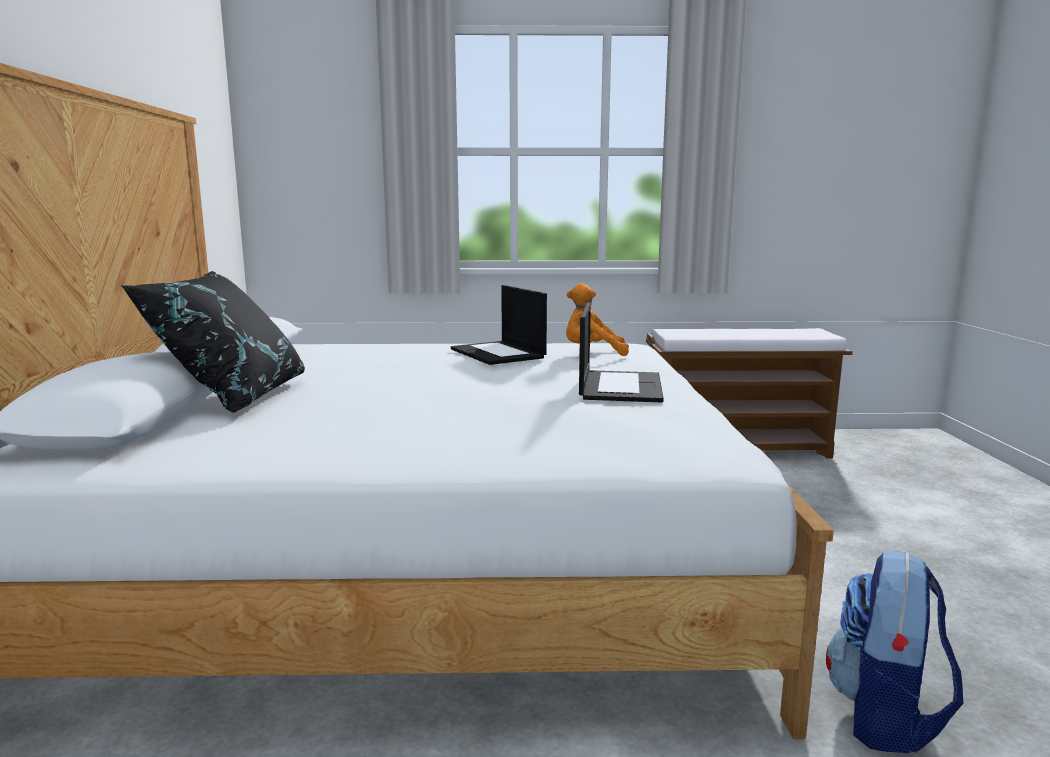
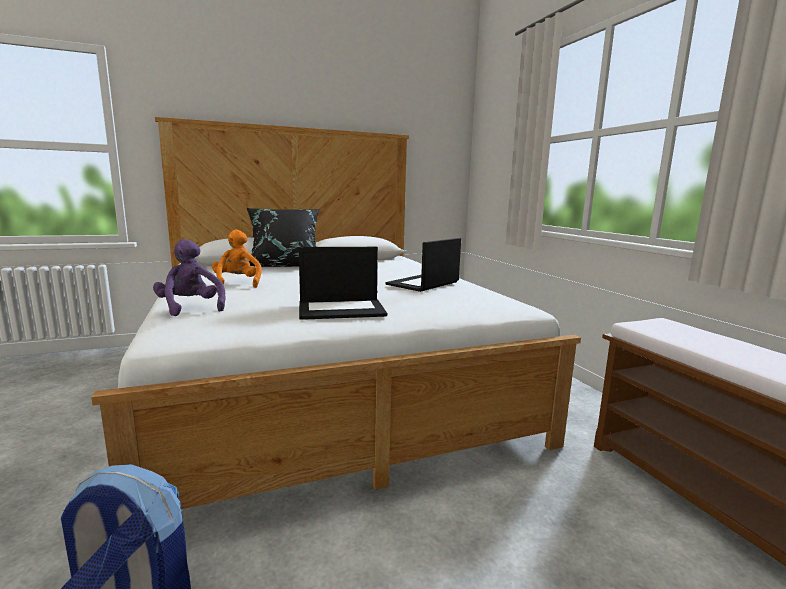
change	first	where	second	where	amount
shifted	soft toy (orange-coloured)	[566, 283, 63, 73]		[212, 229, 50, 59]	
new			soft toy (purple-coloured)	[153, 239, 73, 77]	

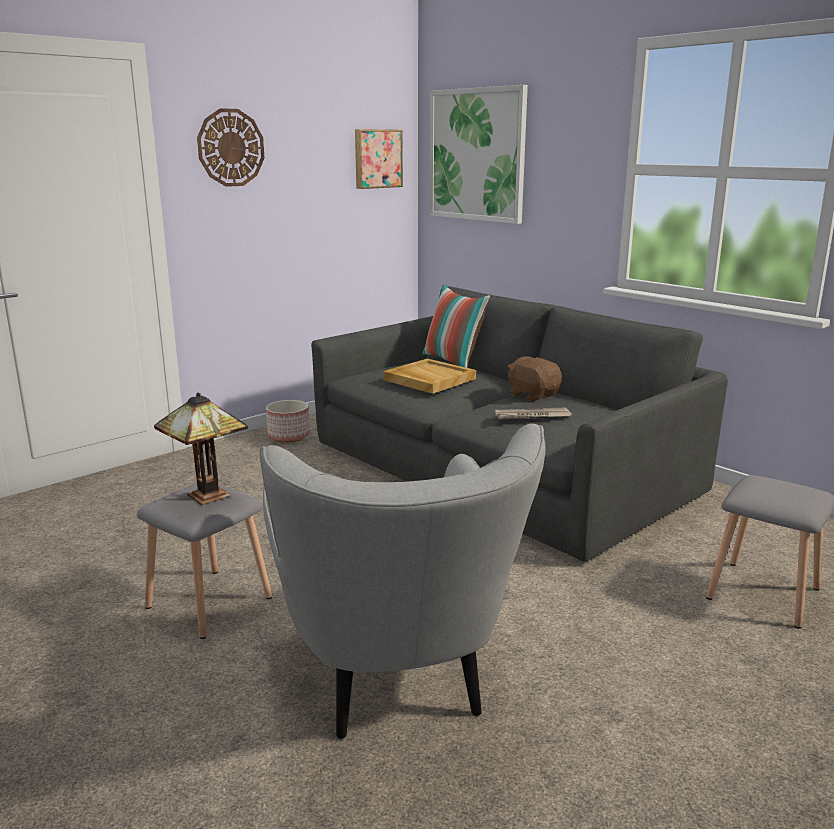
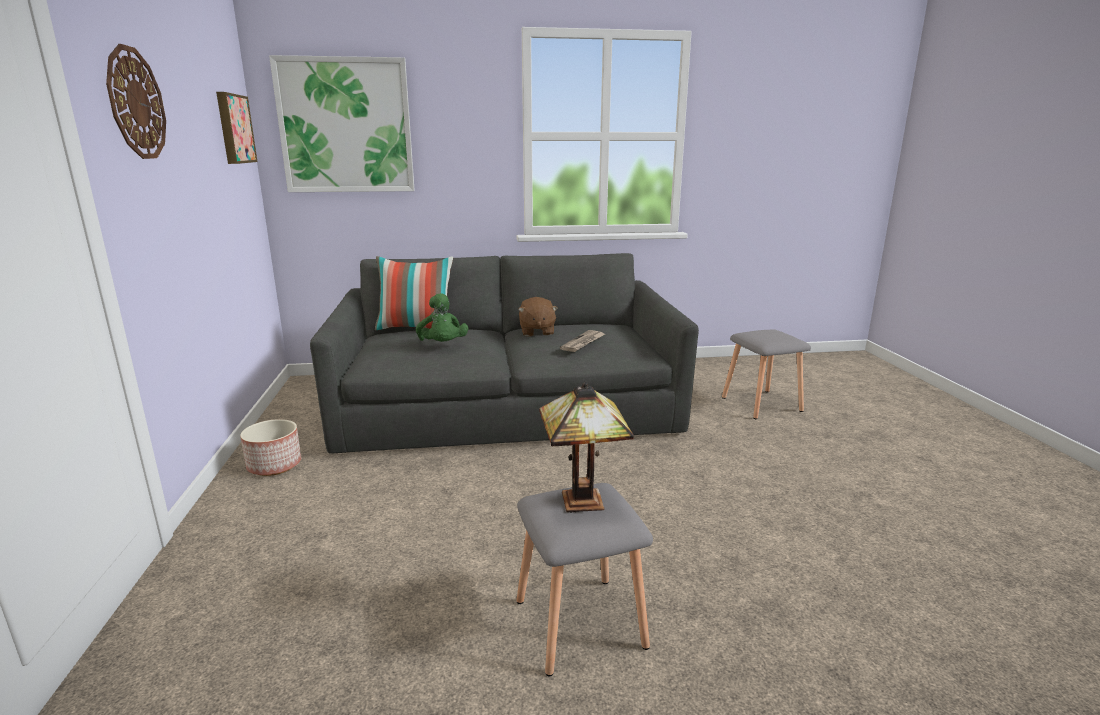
change	first	where	second	where	amount
rotated	soft toy (brownish)	[508, 357, 54, 44]		[518, 297, 40, 39]	90 degrees counterclockwise
swapped	carrying tray (sand-coloured)	[383, 359, 93, 35]	soft toy (green)	[416, 293, 52, 49]	
gone	lounge chair (greyish)	[260, 423, 286, 317]			

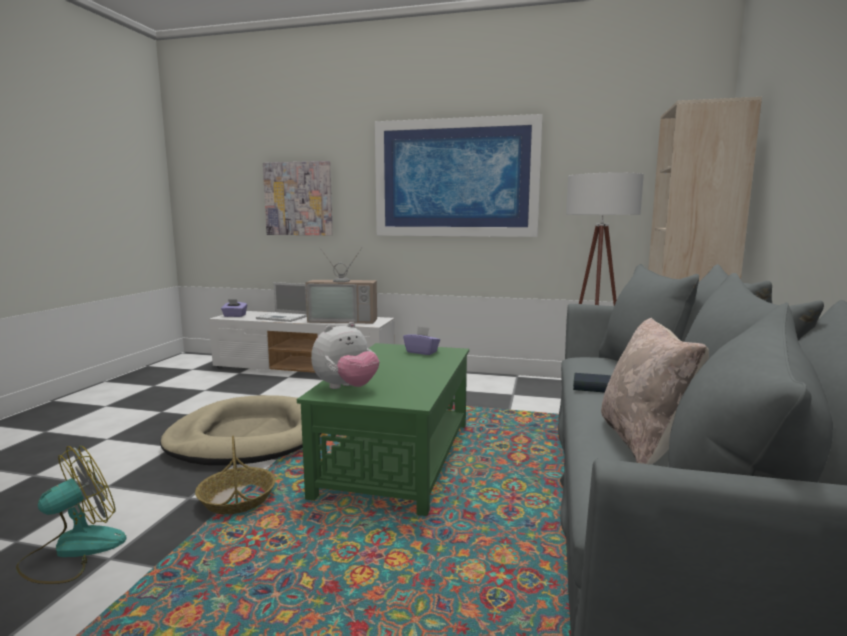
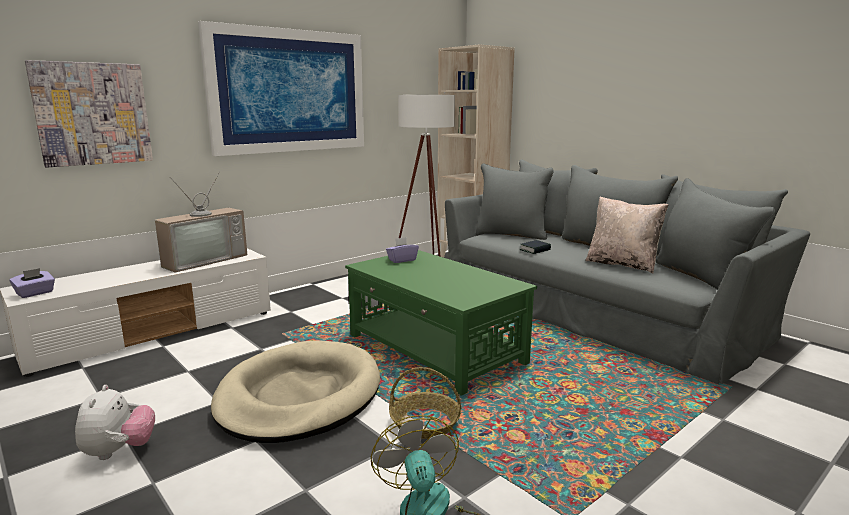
change	first	where	second	where	amount
gone	laptop	[256, 282, 51, 40]			
shifted	soft toy	[311, 322, 68, 67]		[75, 385, 80, 75]	

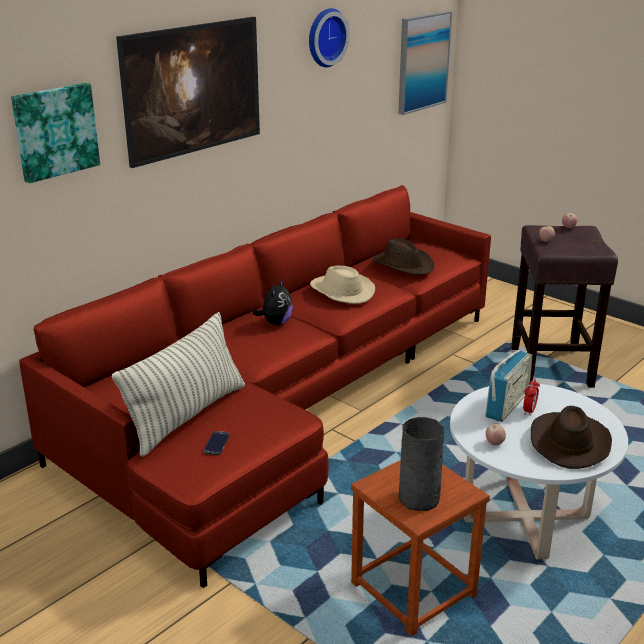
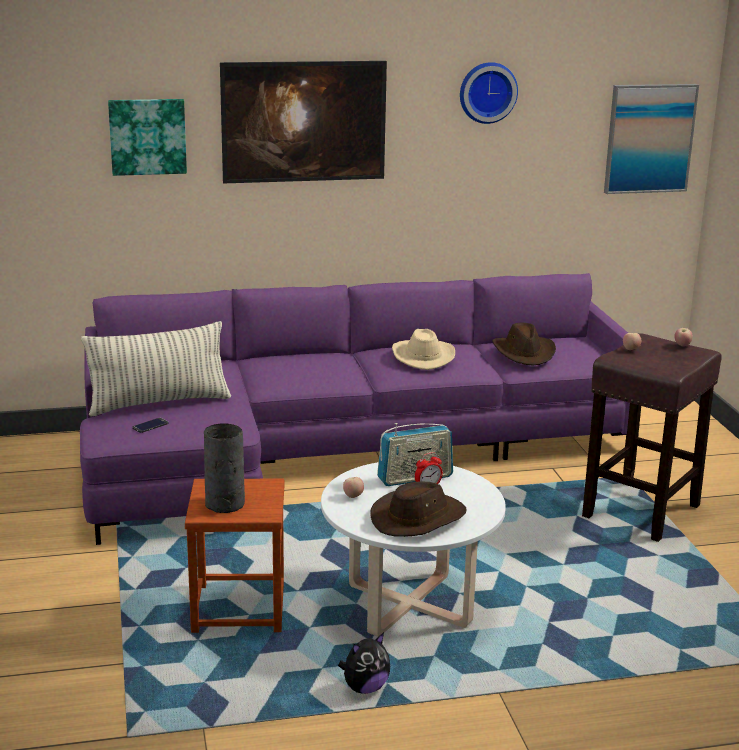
change	first	where	second	where	amount
repainted	settee (red-coloured)	[19, 185, 472, 403]	settee (purple-coloured)	[80, 273, 550, 272]	
shifted	soft toy	[253, 279, 40, 46]		[338, 633, 52, 61]	

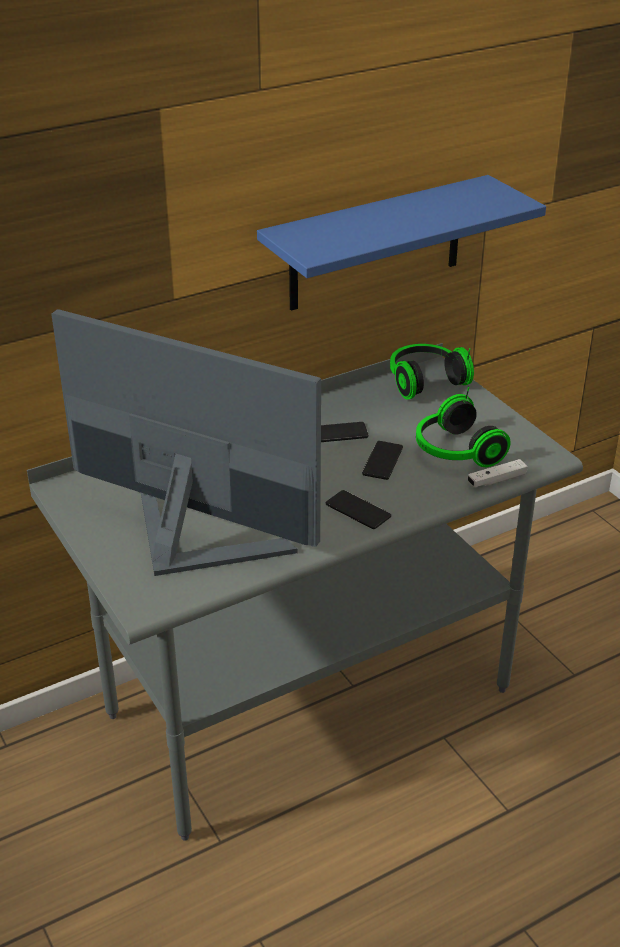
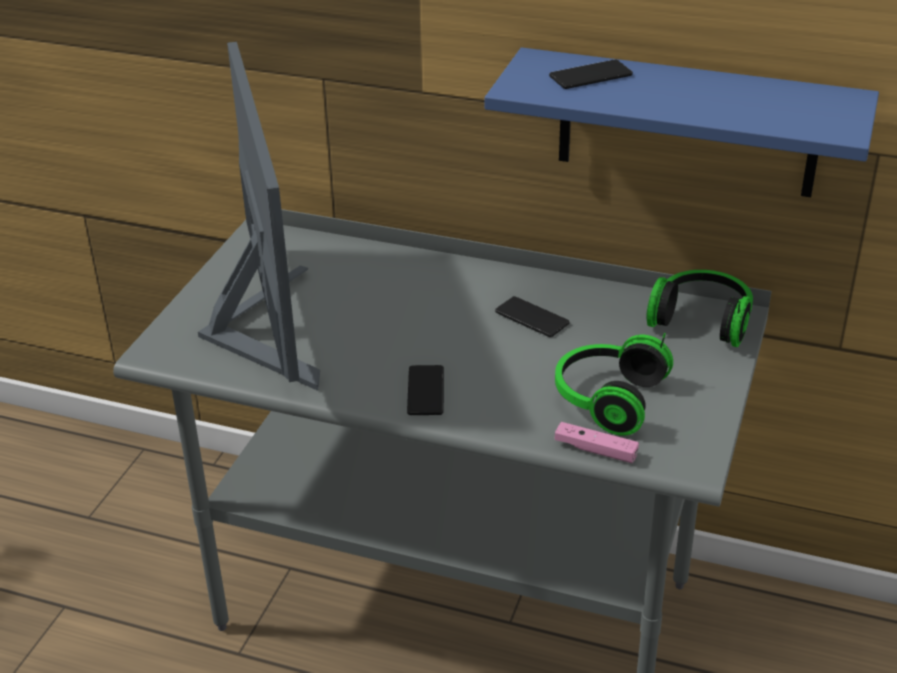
change	first	where	second	where	amount
shifted	telephone	[362, 441, 41, 39]		[549, 59, 84, 30]	
repainted	gamepad (whitish)	[467, 459, 61, 28]	gamepad (pink)	[555, 422, 84, 41]	

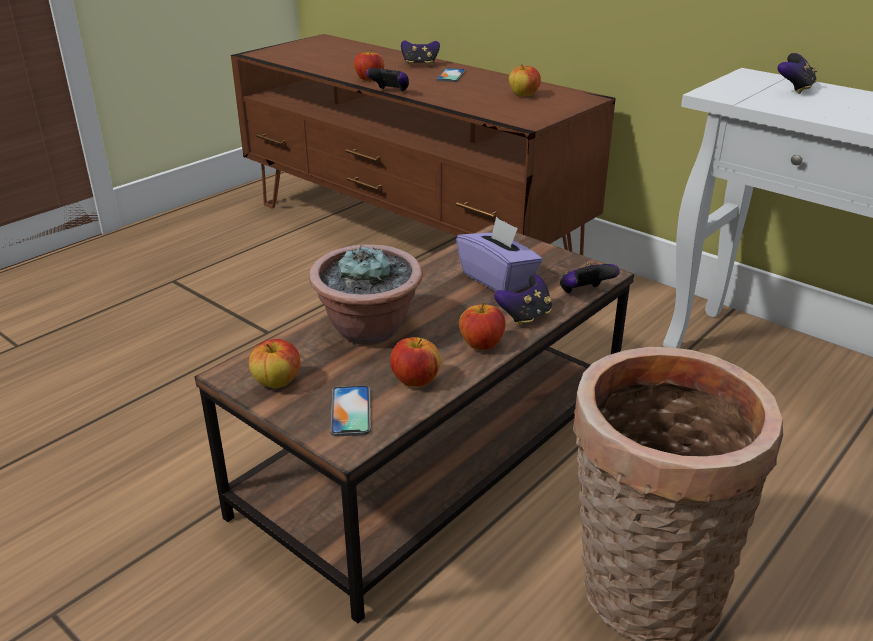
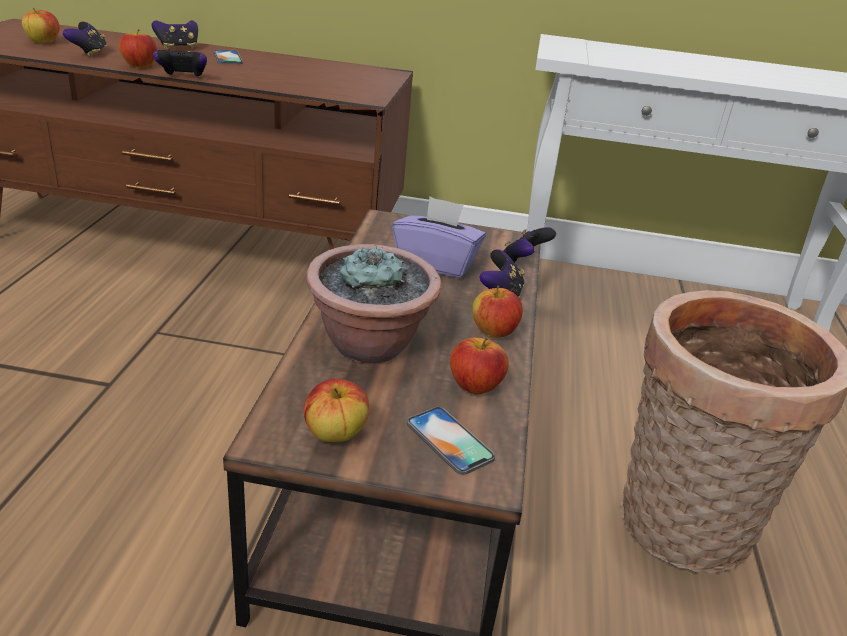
change	first	where	second	where	amount
shifted	gamepad	[777, 53, 40, 41]		[63, 22, 44, 35]	
shifted	apple fruit	[509, 64, 32, 32]		[22, 8, 38, 35]	

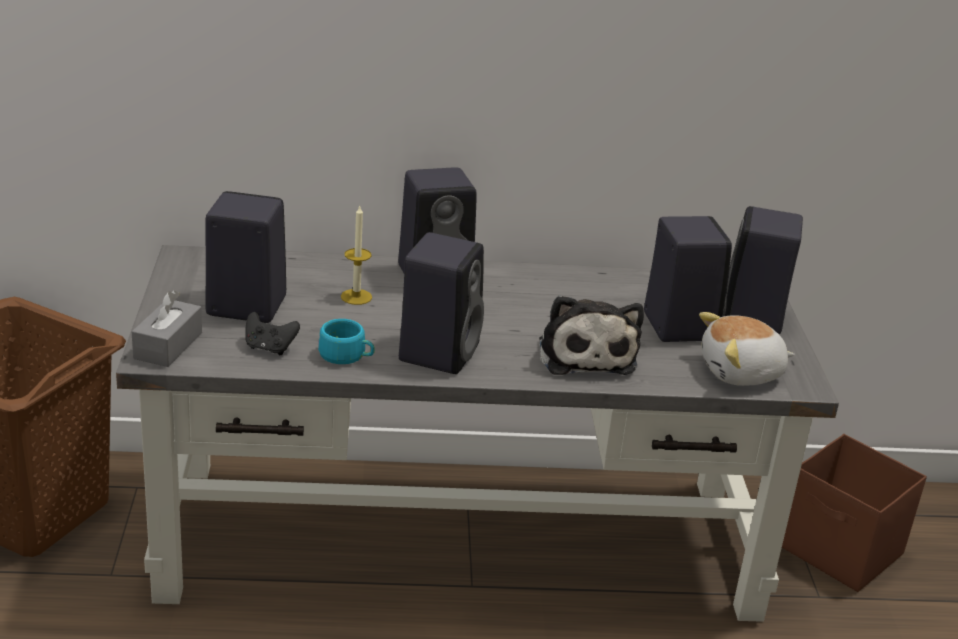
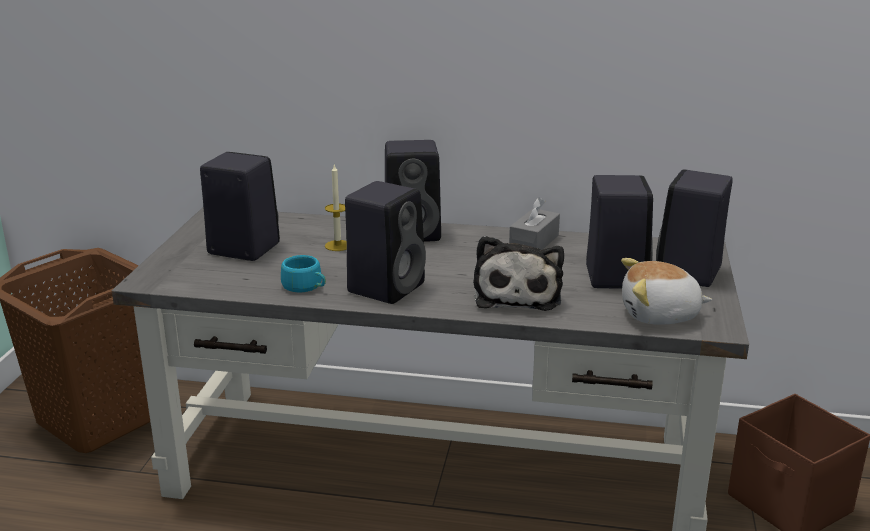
change	first	where	second	where	amount
shifted	box of tissues (greyish)	[132, 290, 70, 77]		[509, 197, 51, 53]	
gone	gamepad (blackish)	[245, 312, 55, 43]			

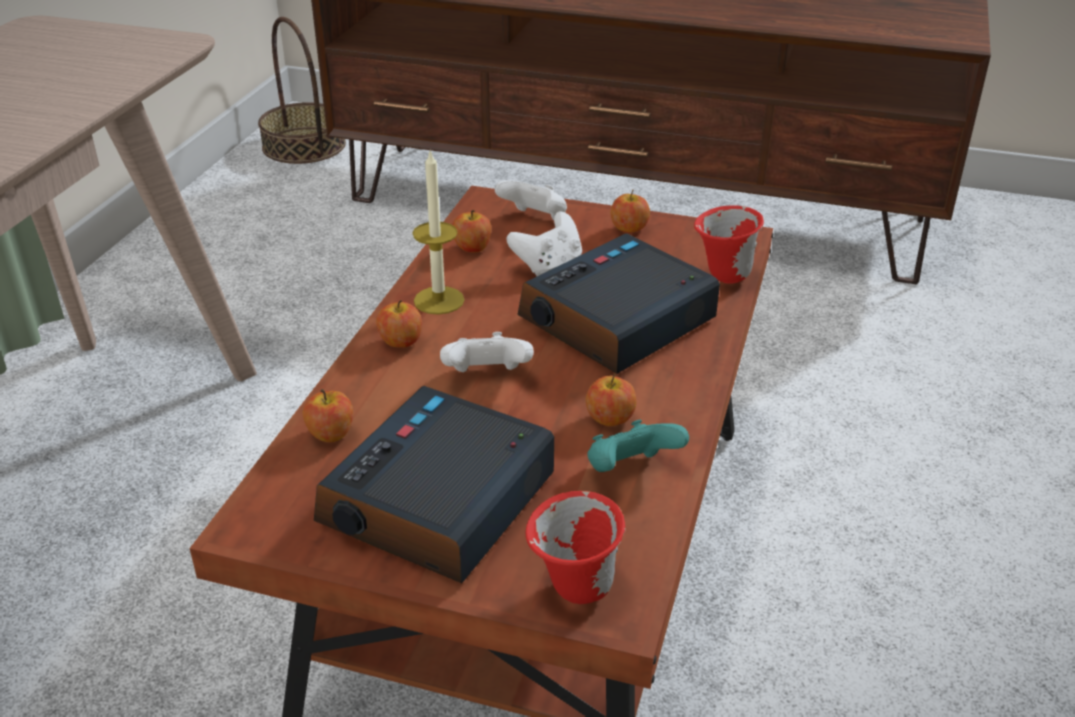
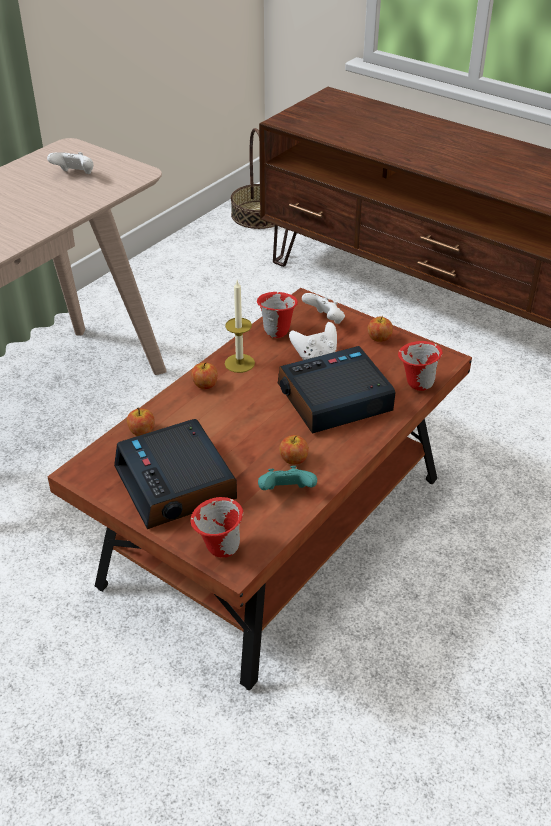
change	first	where	second	where	amount
swapped	apple fruit	[452, 210, 39, 43]	tea mug (red-coloured)	[257, 292, 41, 46]	
shifted	gamepad (whitish)	[440, 332, 94, 40]		[47, 152, 47, 22]	
rotated	bedside clock	[314, 386, 240, 197]		[114, 419, 123, 110]	75 degrees counterclockwise

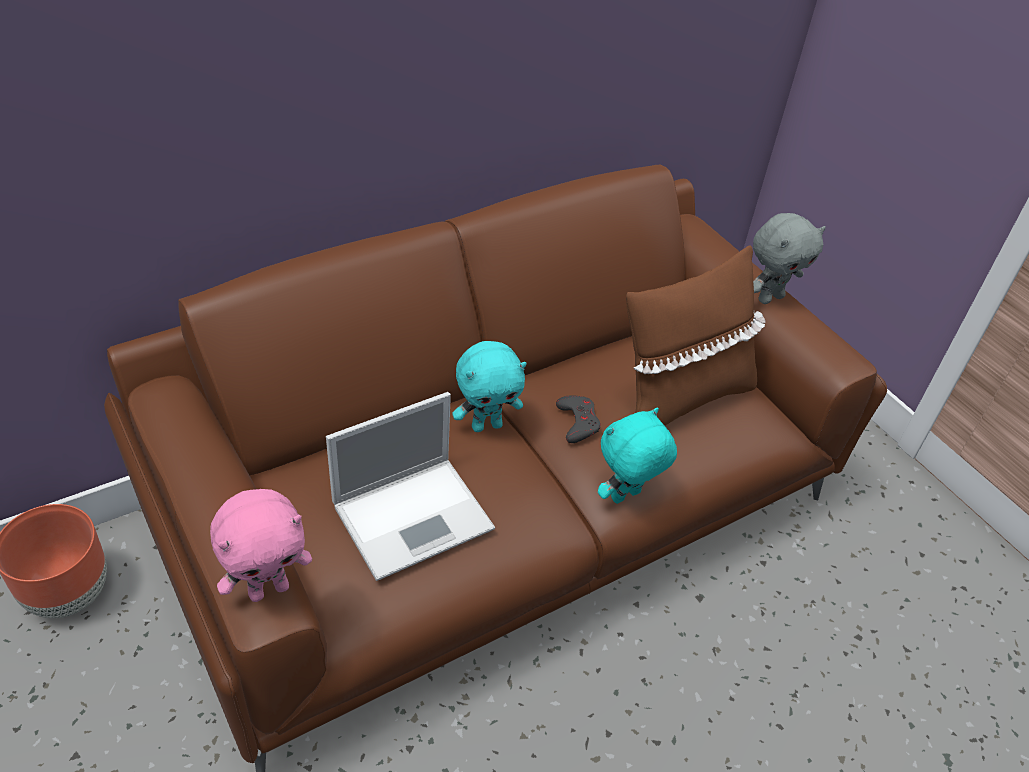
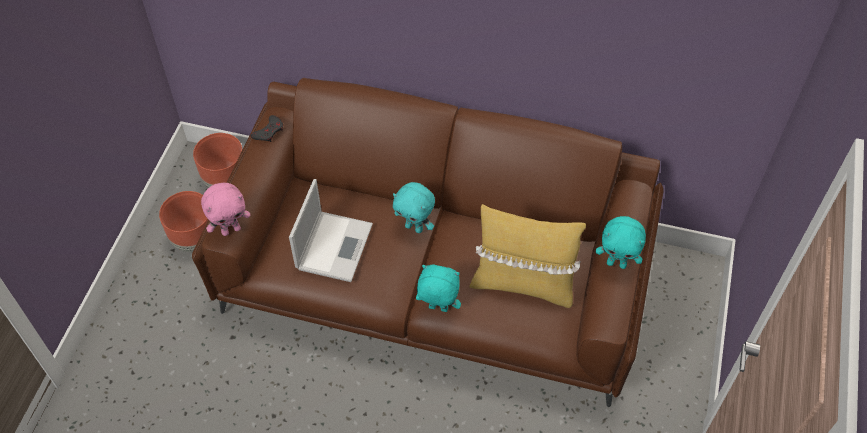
change	first	where	second	where	amount
repainted	soft toy (greyish)	[753, 213, 73, 91]	soft toy (turquoise-coloured)	[596, 216, 50, 53]	
repainted	pillow (brownish)	[626, 245, 140, 181]	pillow (yellowish)	[469, 204, 117, 104]	
rotated	laptop	[326, 392, 169, 189]		[289, 179, 84, 103]	90 degrees counterclockwise
shifted	gamepad (greyish)	[556, 395, 45, 48]		[251, 115, 32, 27]	
rotated	soft toy (pink)	[210, 489, 102, 113]		[201, 183, 50, 53]	45 degrees counterclockwise
new			flower pot (brownish)	[159, 191, 50, 61]	

